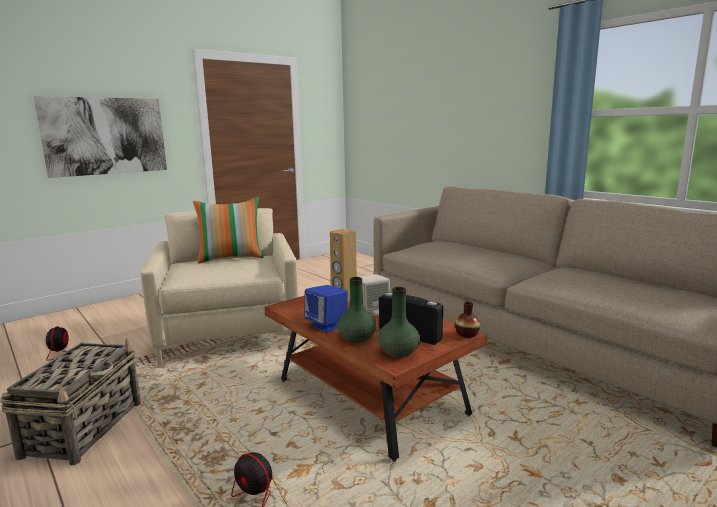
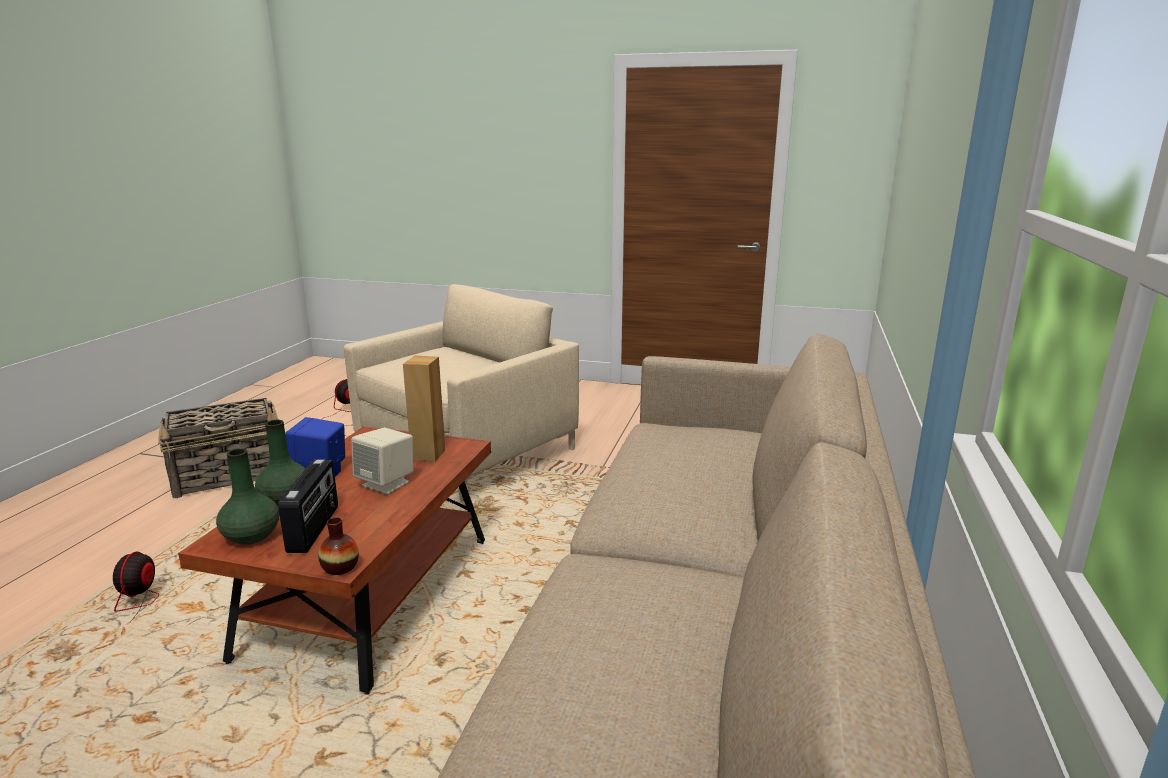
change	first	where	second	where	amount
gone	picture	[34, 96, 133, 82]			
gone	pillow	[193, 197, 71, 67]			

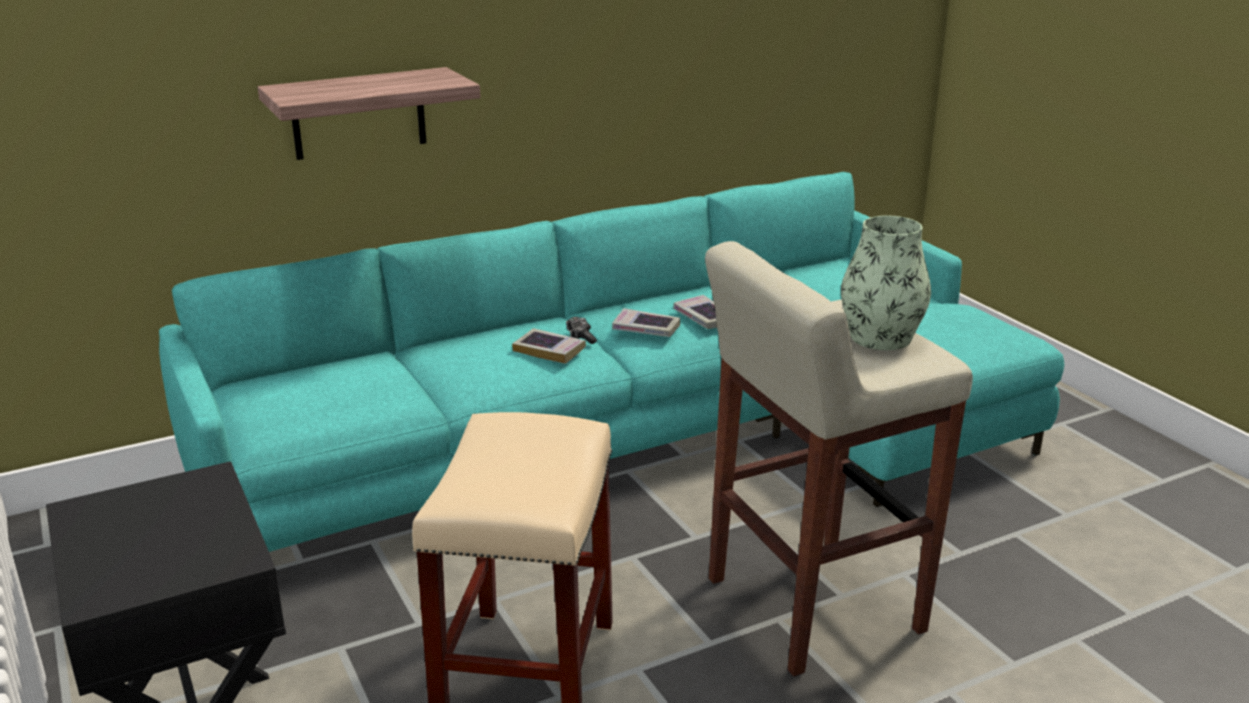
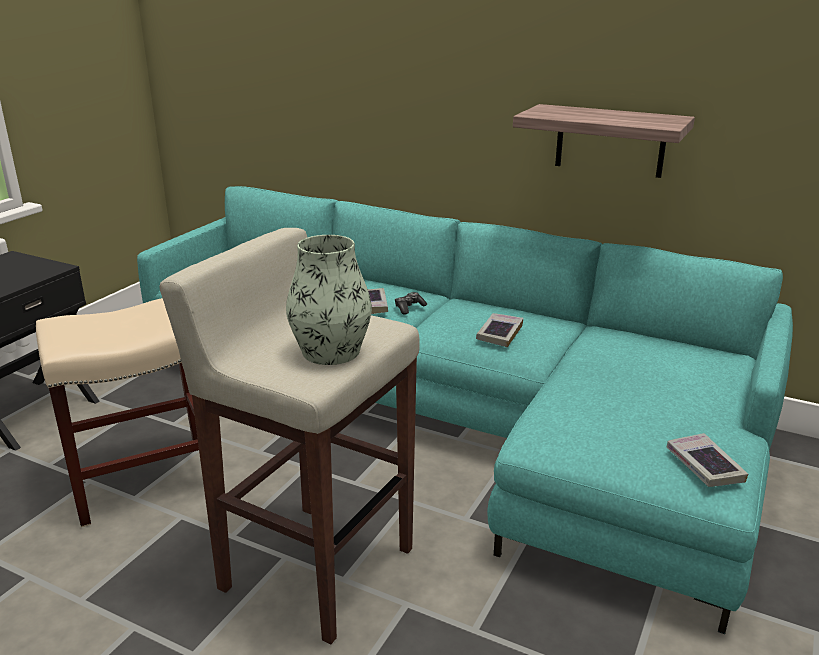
change	first	where	second	where	amount
shifted	shelf	[257, 67, 224, 93]		[513, 104, 182, 74]	
shifted	volume	[612, 308, 68, 29]		[666, 433, 82, 54]	

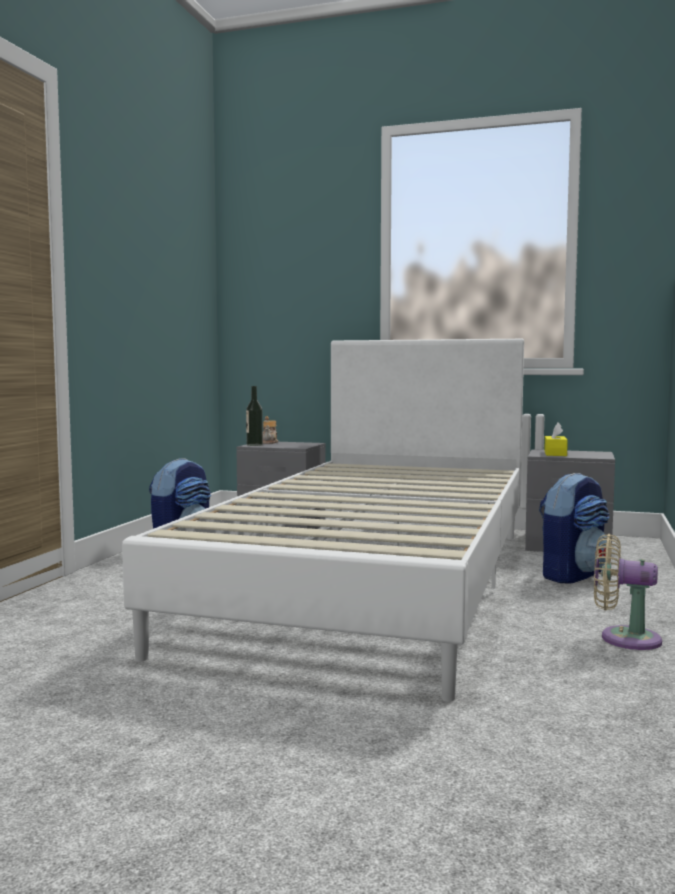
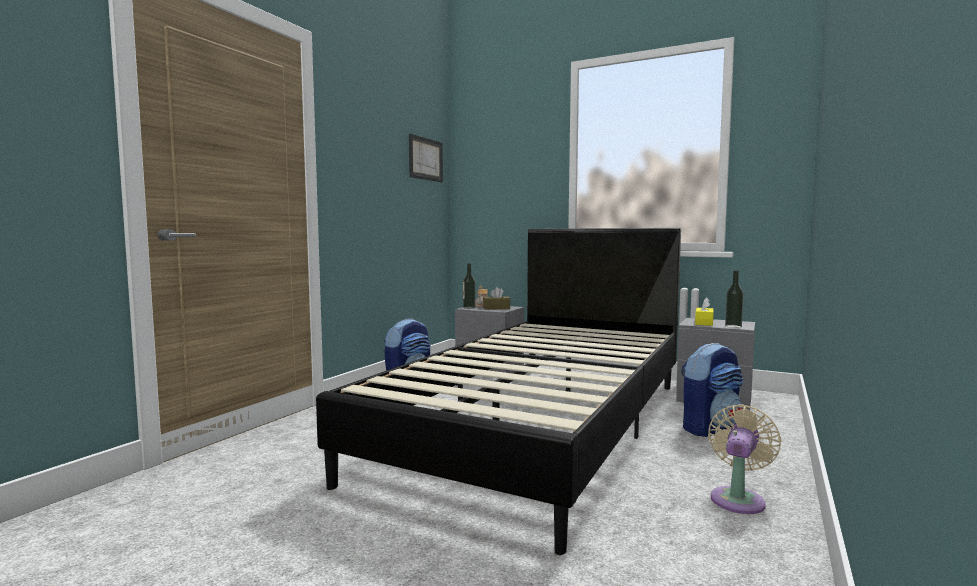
change	first	where	second	where	amount
repainted	sleeping bed (whitish)	[122, 339, 402, 363]	sleeping bed (blackish)	[316, 228, 365, 327]	
rotated	fan (sand-coloured)	[594, 534, 68, 116]		[708, 404, 74, 110]	90 degrees clockwise
new			picture	[409, 134, 34, 48]	
new			bottle	[725, 270, 19, 58]	
new			box of tissues (brownish)	[483, 287, 27, 23]	

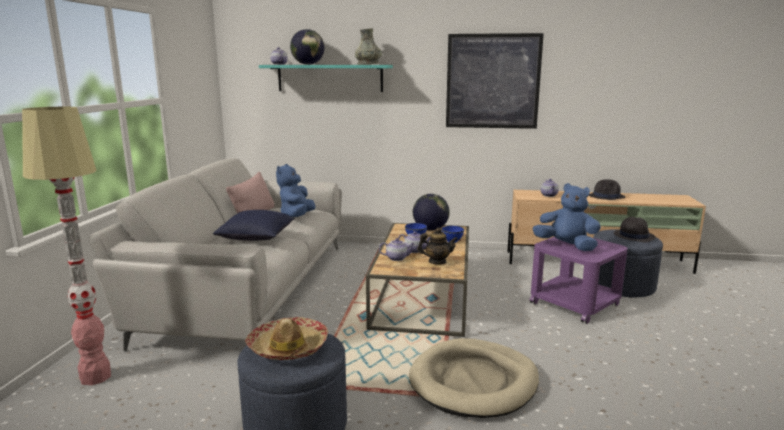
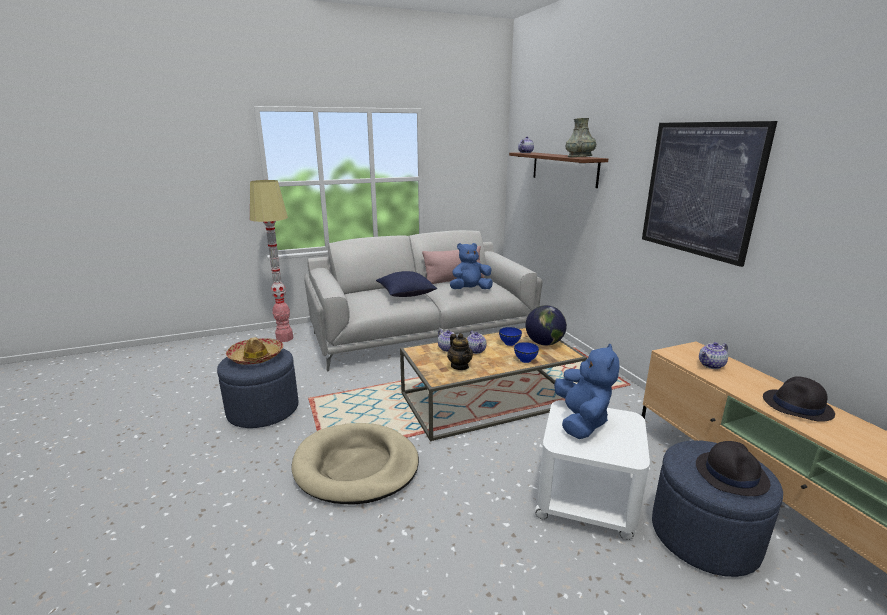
change	first	where	second	where	amount
gone	globe	[290, 29, 35, 36]			
repainted	shelf (turquoise-coloured)	[259, 65, 134, 27]	shelf (brownish)	[509, 152, 99, 36]	
repainted	accent table (purple-coloured)	[530, 237, 98, 87]	accent table (whitish)	[535, 400, 115, 140]	

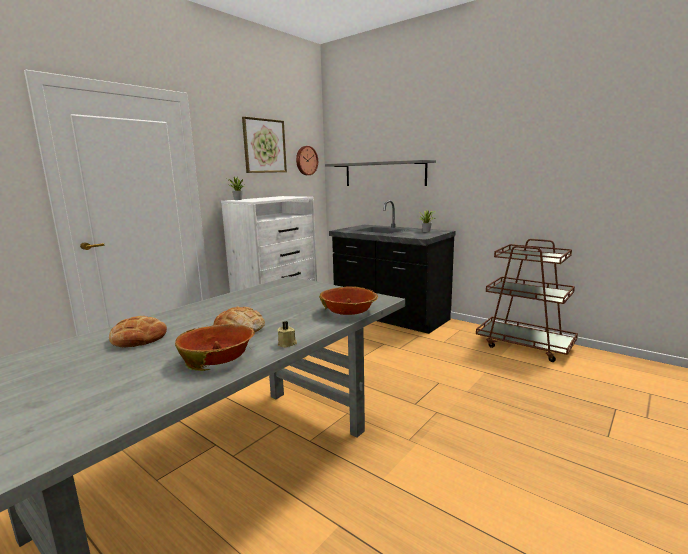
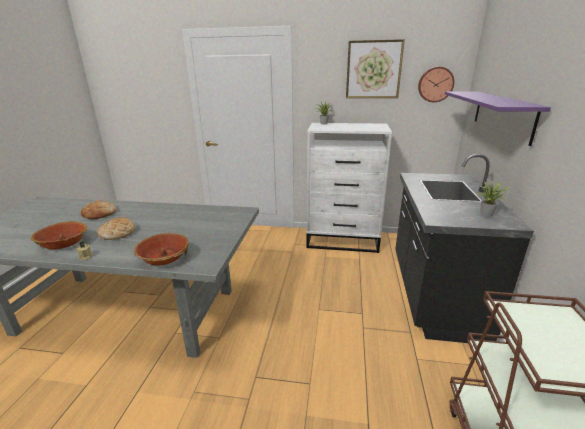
change	first	where	second	where	amount
repainted	shelf (greyish)	[325, 160, 111, 26]	shelf (purple-coloured)	[445, 91, 106, 55]	

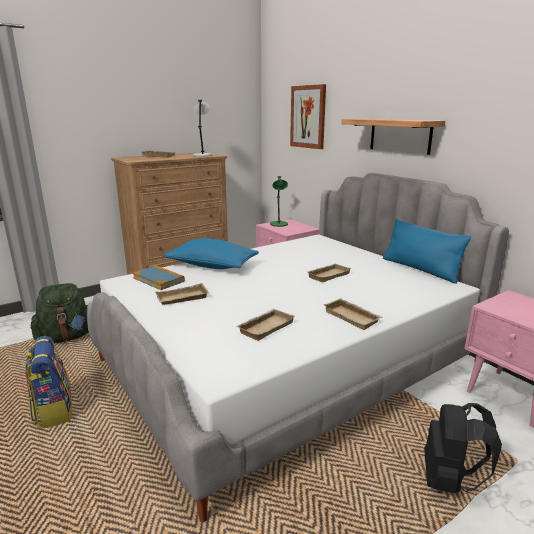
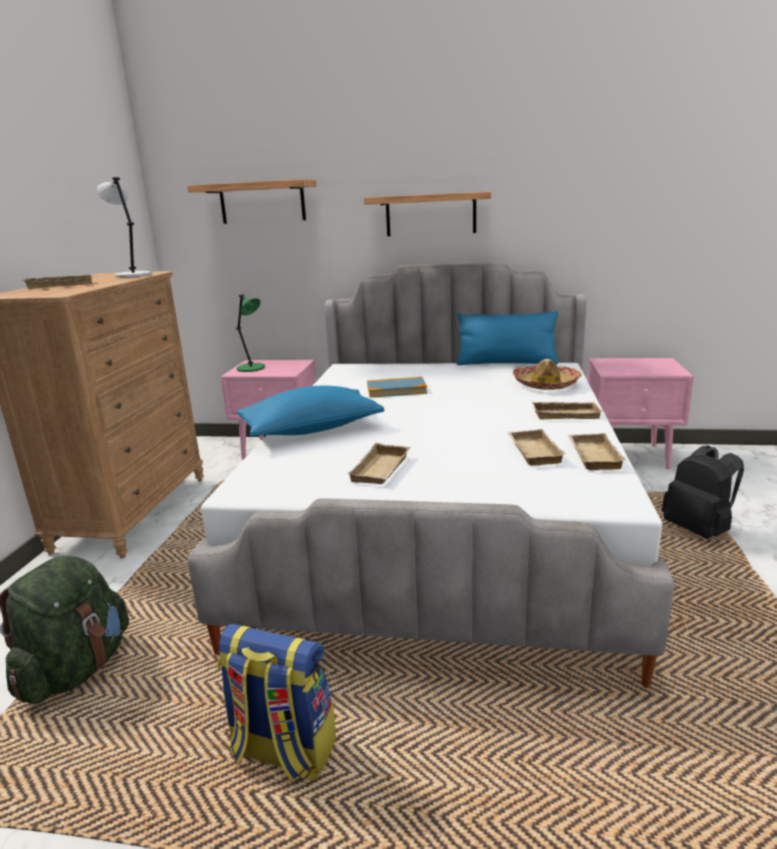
change	first	where	second	where	amount
swapped	picture	[290, 84, 36, 65]	shelf	[187, 179, 129, 45]	
shifted	carrying tray (sand-coloured)	[307, 264, 44, 18]		[567, 433, 60, 37]	
shifted	volume	[133, 265, 52, 25]		[367, 377, 60, 21]	
new			clothing hat	[513, 359, 69, 31]	

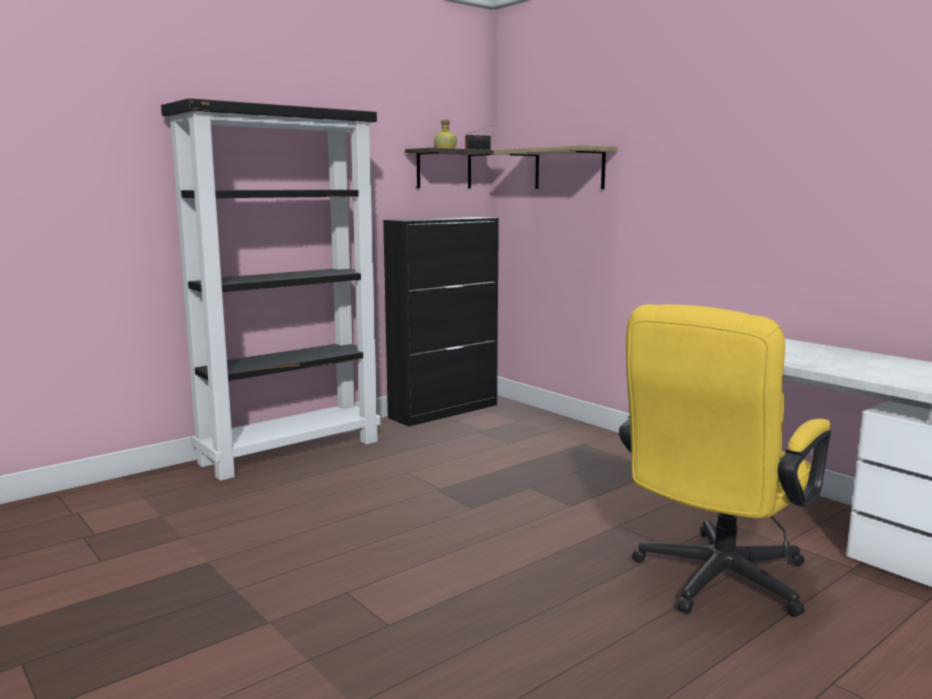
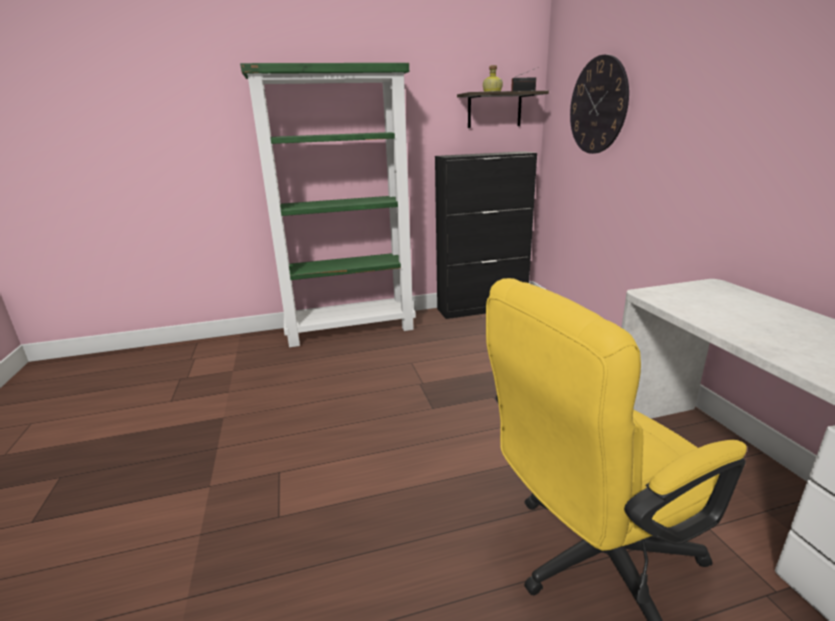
change	first	where	second	where	amount
repainted	bookcase (blackish)	[161, 98, 220, 383]	bookcase (green)	[240, 63, 176, 284]	
swapped	shelf	[494, 145, 124, 44]	hanging clock	[570, 55, 59, 99]	

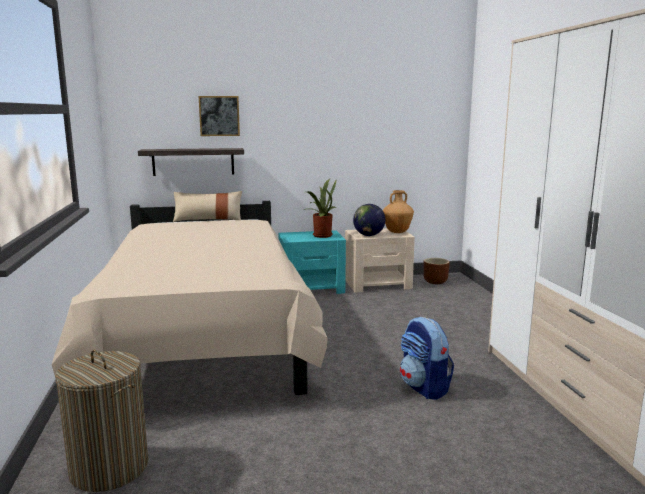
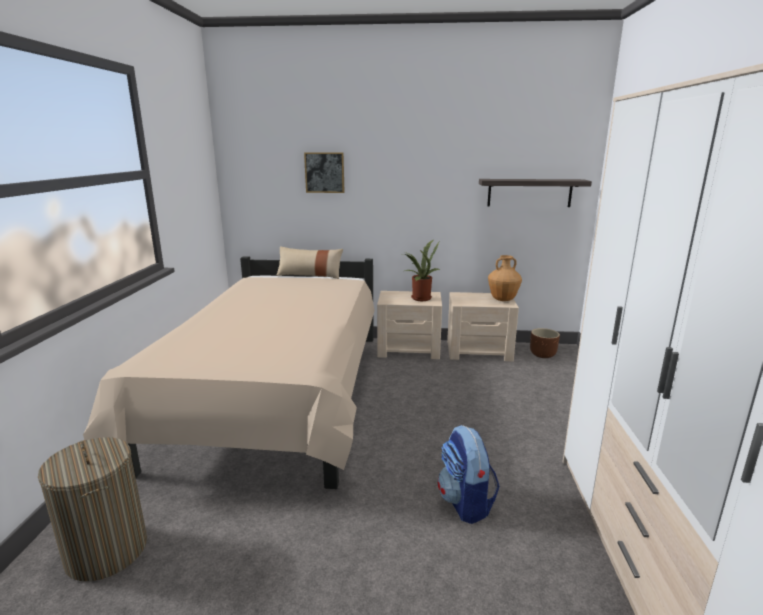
change	first	where	second	where	amount
shifted	shelf	[138, 148, 106, 28]		[479, 179, 113, 28]	
gone	globe	[353, 204, 32, 32]			
repainted	bedside table (turquoise-coloured)	[279, 230, 67, 64]	bedside table (sand-coloured)	[377, 291, 65, 68]	

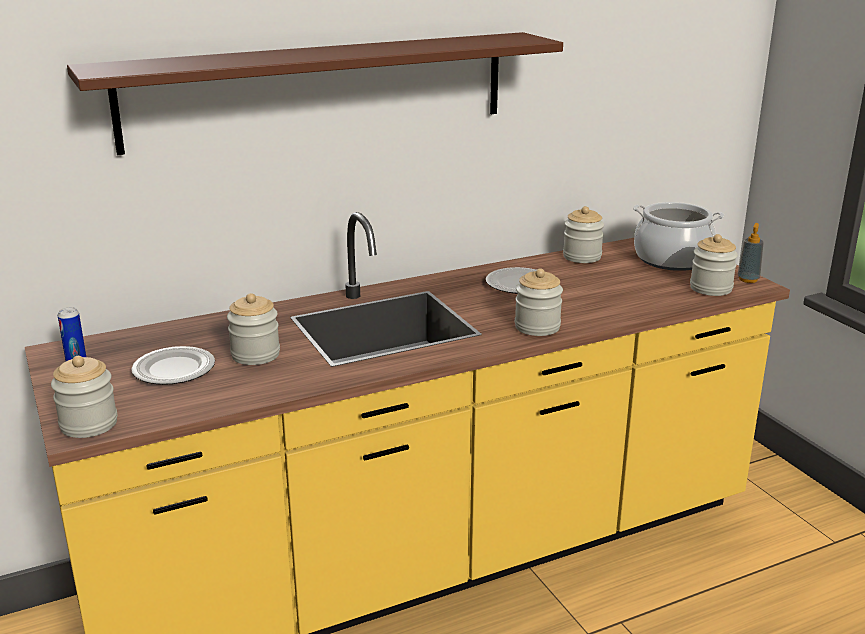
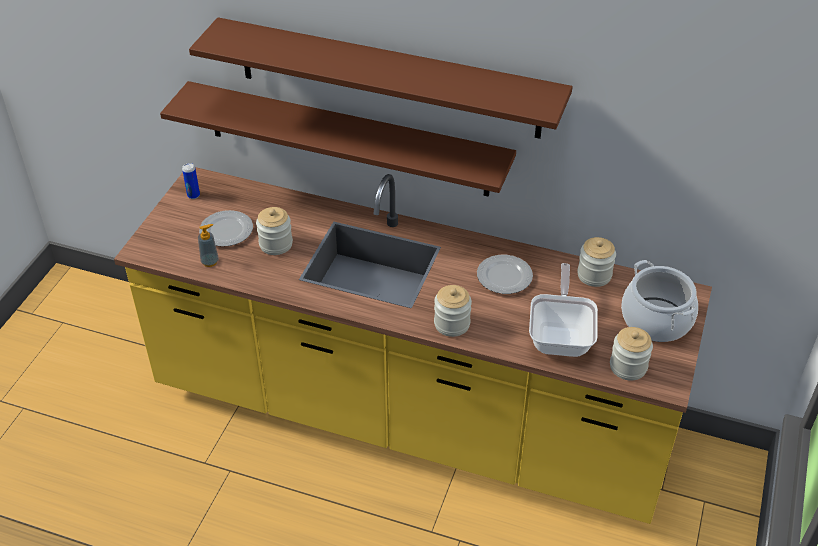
change	first	where	second	where	amount
shifted	soap dispenser	[738, 223, 26, 60]		[198, 224, 21, 43]	
gone	jar	[51, 356, 66, 82]			
new			shelf (brownish)	[160, 81, 356, 116]	
new			pan	[529, 263, 69, 94]	

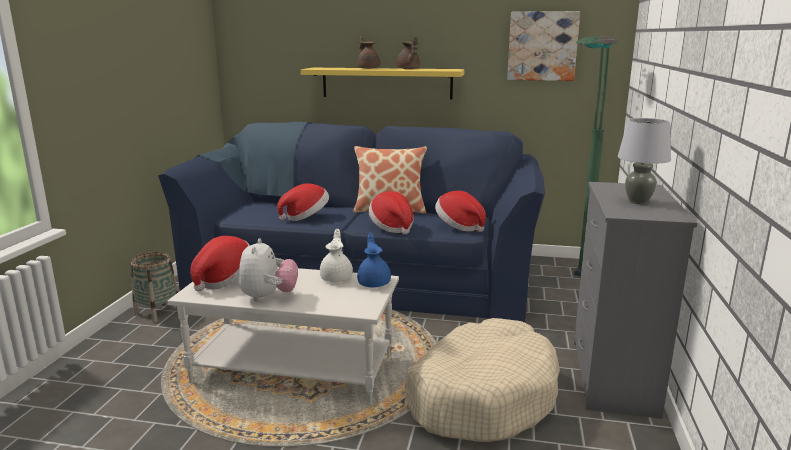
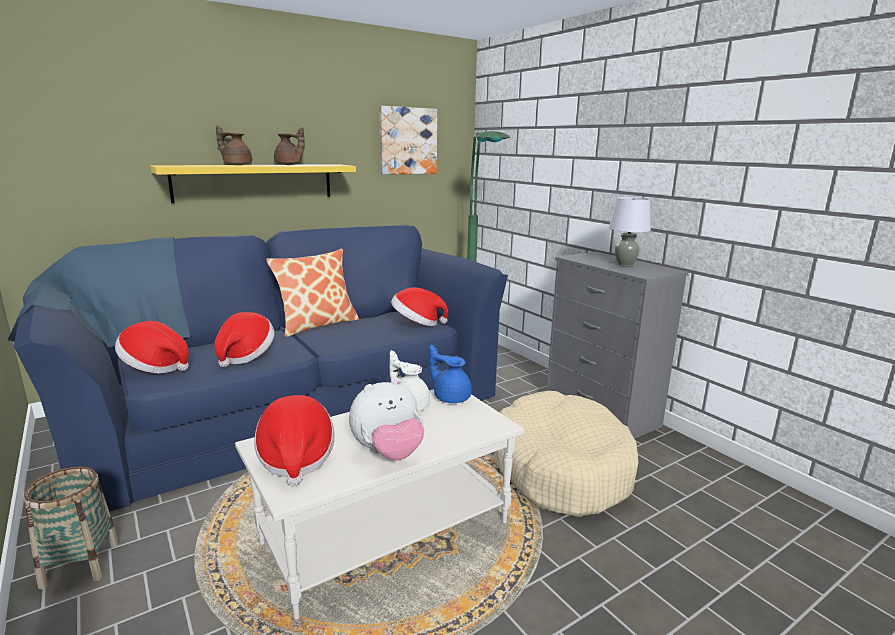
change	first	where	second	where	amount
shifted	clothing hat	[369, 191, 45, 43]		[115, 321, 74, 53]	
rotated	soft toy	[239, 238, 59, 64]		[349, 378, 75, 83]	105 degrees clockwise

